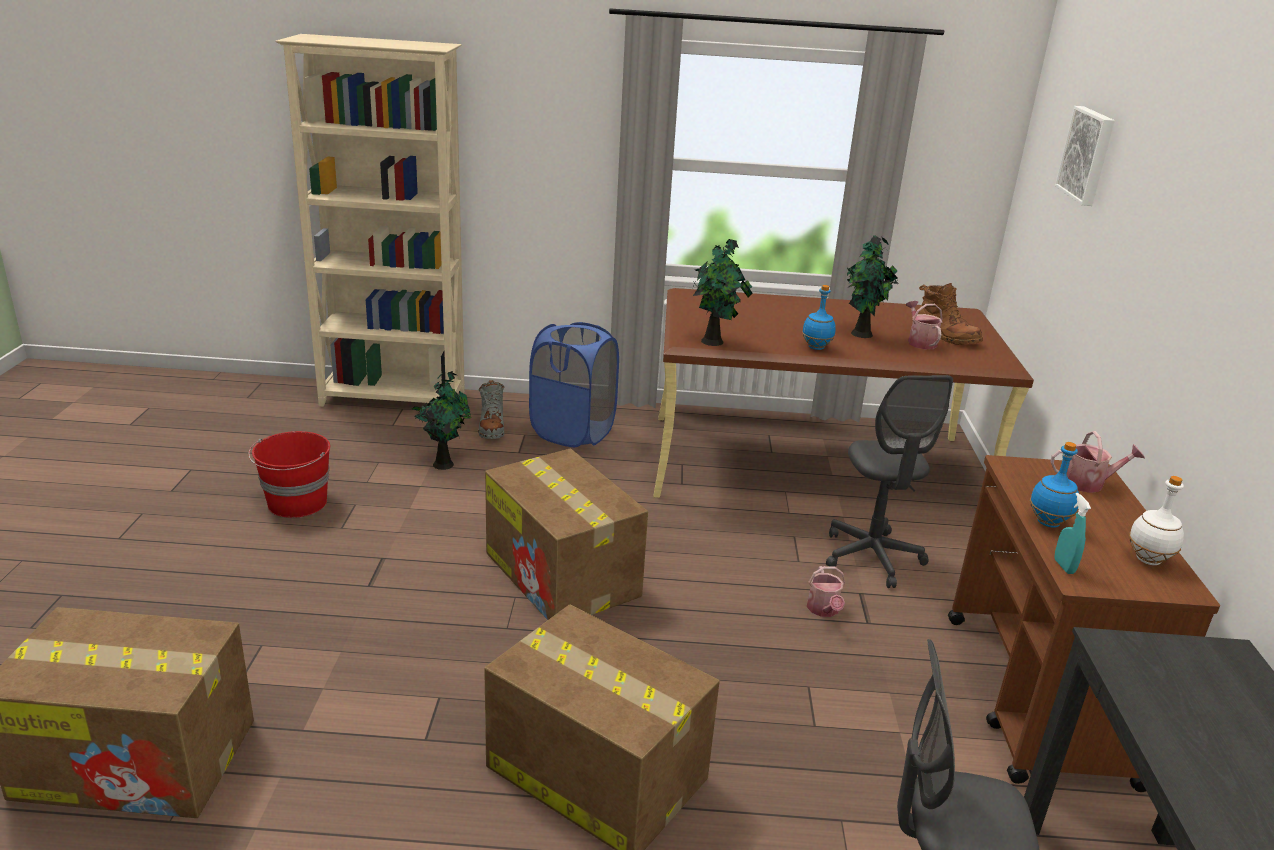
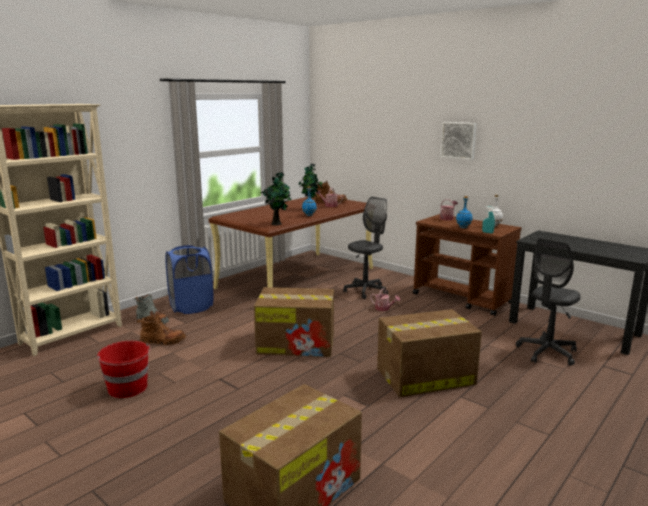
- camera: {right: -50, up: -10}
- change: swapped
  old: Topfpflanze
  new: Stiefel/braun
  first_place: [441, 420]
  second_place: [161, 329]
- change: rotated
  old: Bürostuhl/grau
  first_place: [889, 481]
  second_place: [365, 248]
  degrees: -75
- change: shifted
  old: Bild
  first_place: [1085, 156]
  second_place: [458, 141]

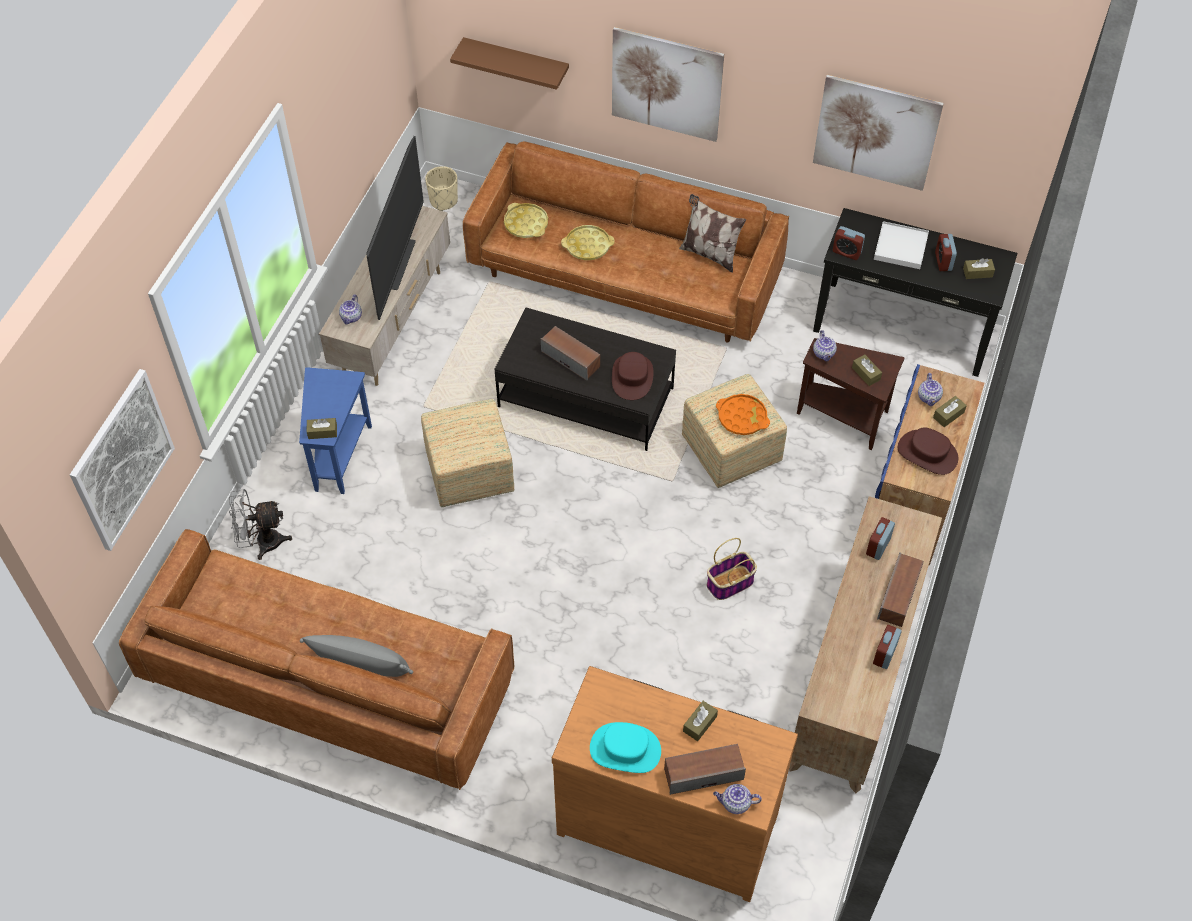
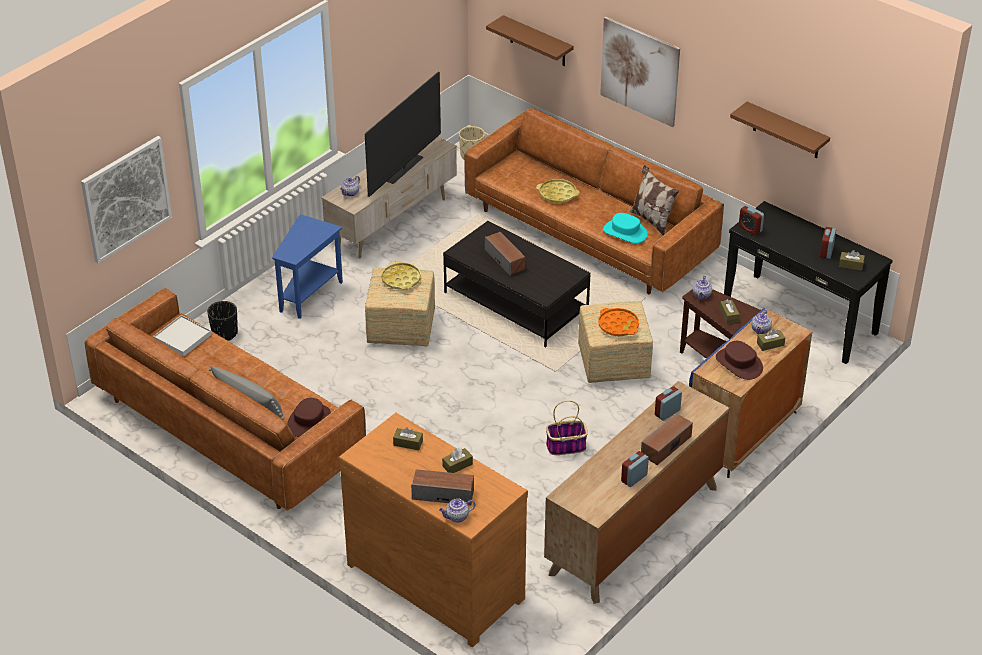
- camera: {right: 20, up: -15}
- change: swapped
  old: Ventilator/grau
  new: Pflanzkübel/schwarz
  first_place: [260, 524]
  second_place: [222, 321]
- change: shifted
  old: Taschentuchbox/braun
  first_place: [322, 428]
  second_place: [408, 439]
- change: shifted
  old: Tablett/gelb
  first_place: [526, 220]
  second_place: [401, 275]
- change: shifted
  old: Hut/türkis
  first_place: [625, 747]
  second_place: [625, 228]
- change: shifted
  old: Hut/braun
  first_place: [633, 376]
  second_place: [309, 417]
- change: rotated
  old: Teekanne
  first_place: [737, 799]
  second_place: [457, 510]
  degrees: -45
- change: swapped
  old: Bild
  new: Wandregal/braun
  first_place: [878, 133]
  second_place: [780, 130]
- change: shifted
  old: Tablett/weiß
  first_place: [901, 245]
  second_place: [182, 336]

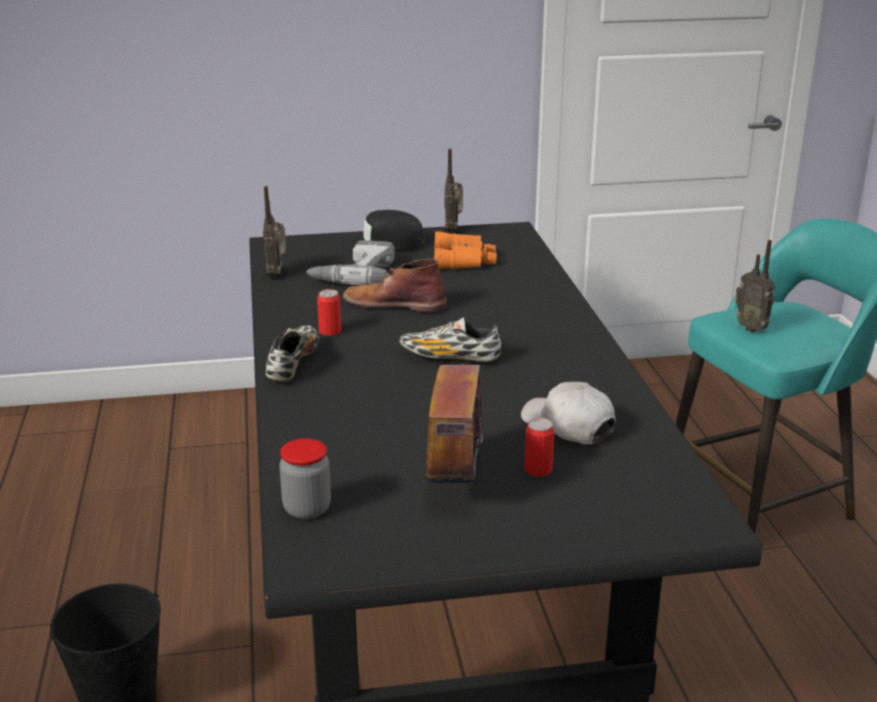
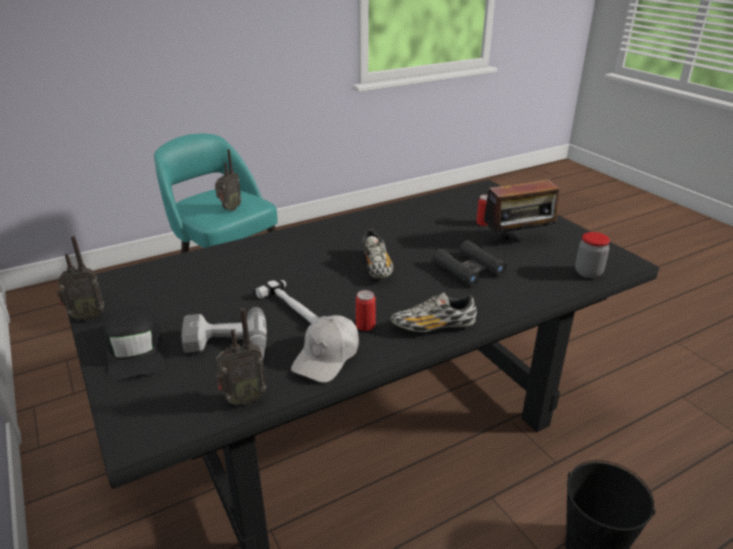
- camera: {right: -110, up: 5}
- change: swapped
  old: Stiefel/braun
  new: Hammer
  first_place: [395, 286]
  second_place: [287, 302]
- change: gone
  old: Fernglas/orange
  first_place: [465, 250]
- change: shifted
  old: Kappe/weiß
  first_place: [568, 413]
  second_place: [325, 349]
- change: new
  new: Fernglas/schwarz
  second_place: [470, 263]

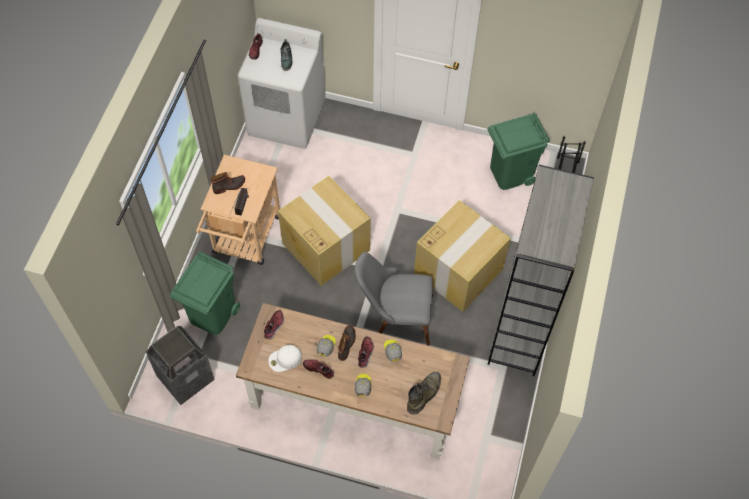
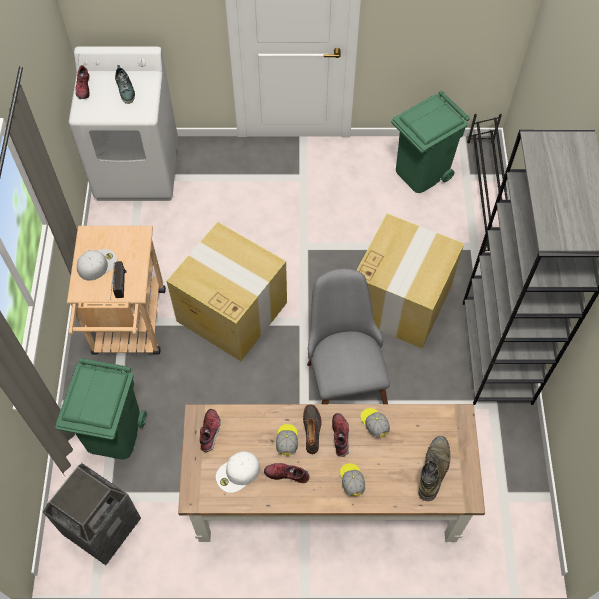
- camera: {right: -15, up: 0}
- change: swapped
  old: Stiefel
  new: Kappe/weiß
  first_place: [227, 183]
  second_place: [97, 265]
- change: rotated
  old: Stuhl/grau
  first_place: [394, 298]
  second_place: [348, 336]
  degrees: 90

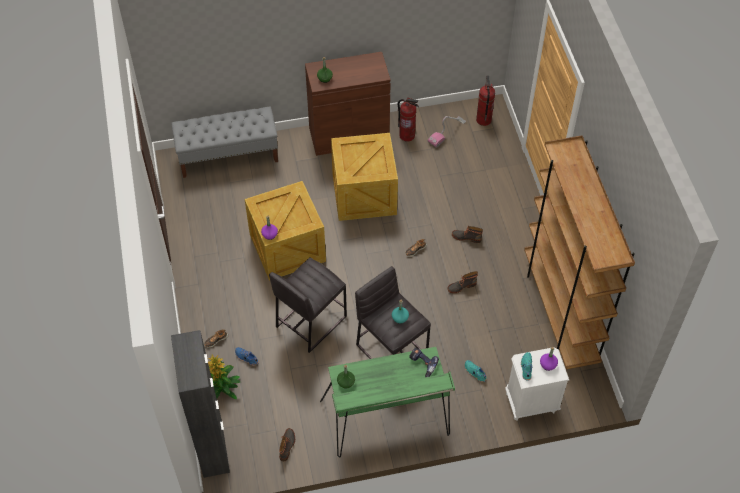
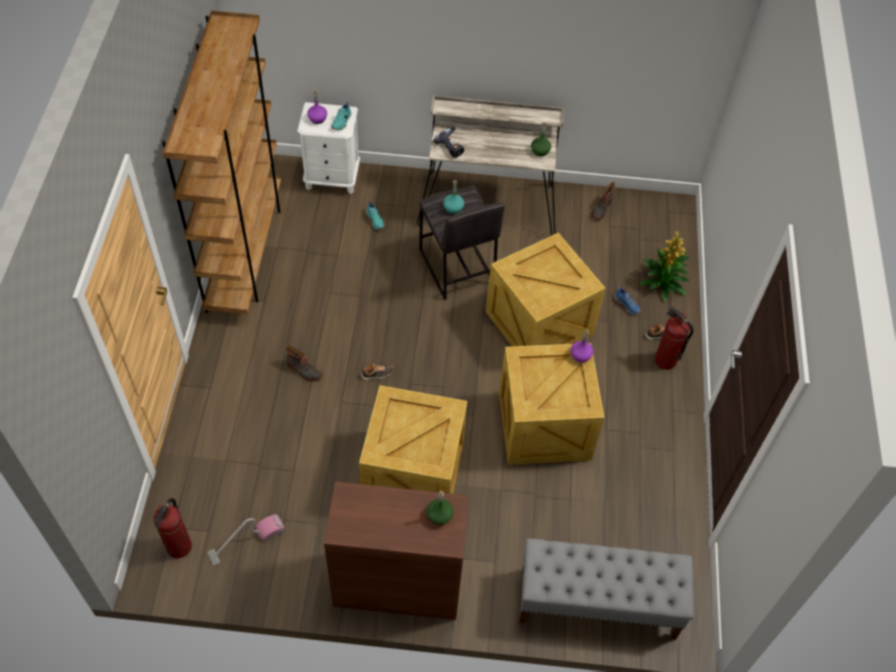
- camera: {right: -165, up: 0}
- change: gone
  old: Schrank/schwarz
  first_place: [200, 404]
- change: swapped
  old: Hocker/grau
  new: Kiste
  first_place: [308, 305]
  second_place: [546, 289]
- change: repainted
  old: Schreibtisch/grün
  new: Schreibtisch/beige
  first_place: [387, 402]
  second_place: [490, 166]
- change: shifted
  old: Feuerlöscher
  first_place: [408, 119]
  second_place: [674, 338]
- change: gone
  old: Stiefel
  first_place: [462, 282]

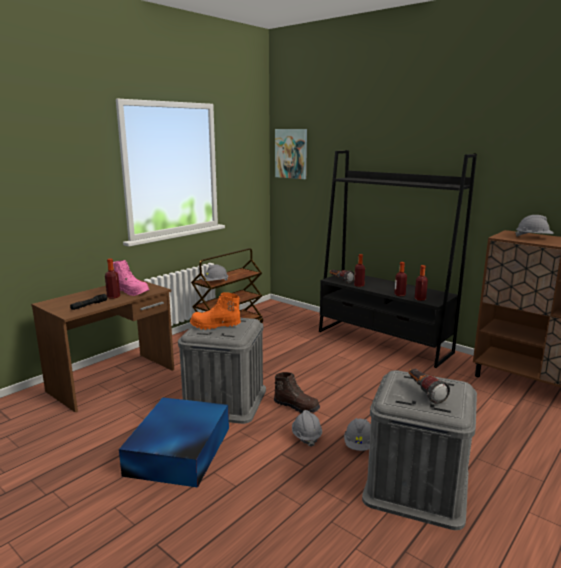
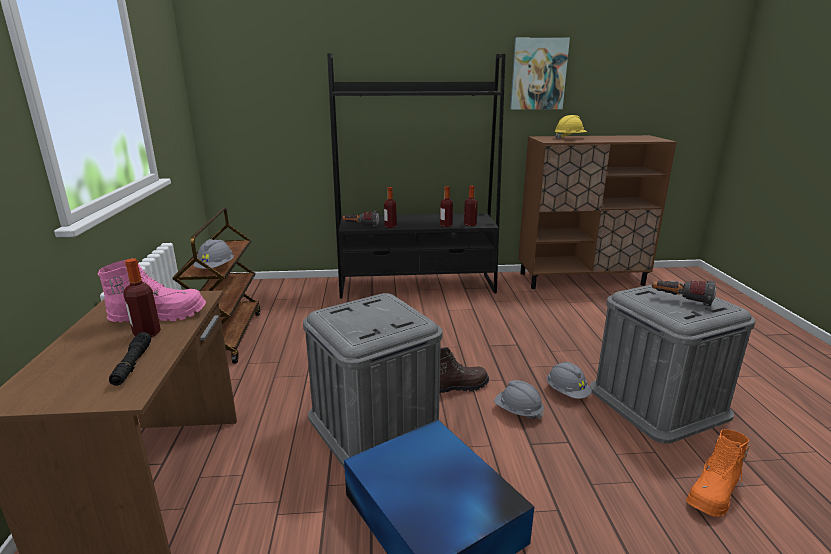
- camera: {right: -45, up: 5}
- change: shifted
  old: Stiefel/orange
  first_place: [215, 311]
  second_place: [718, 473]
- change: shifted
  old: Bild
  first_place: [291, 154]
  second_place: [540, 74]
- change: repainted
  old: Schutzhelm/grau
  new: Schutzhelm/gelb
  first_place: [534, 226]
  second_place: [571, 127]

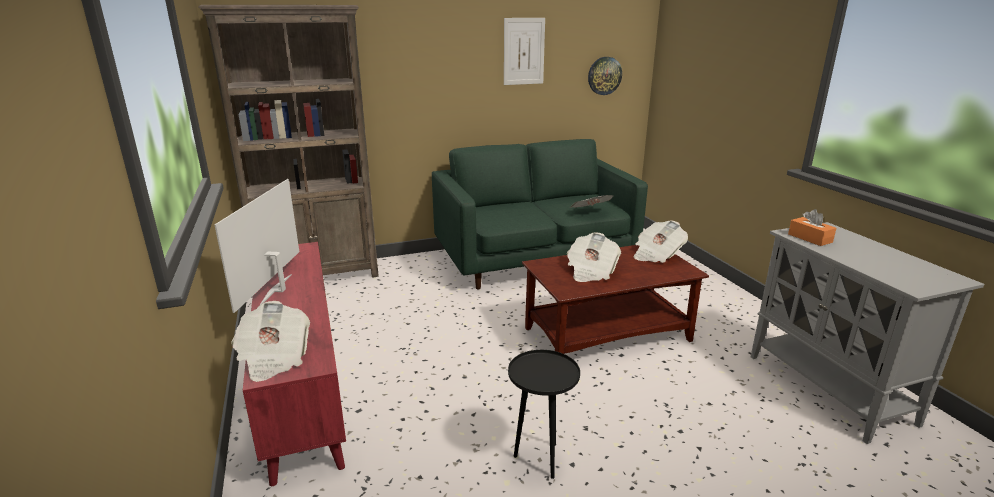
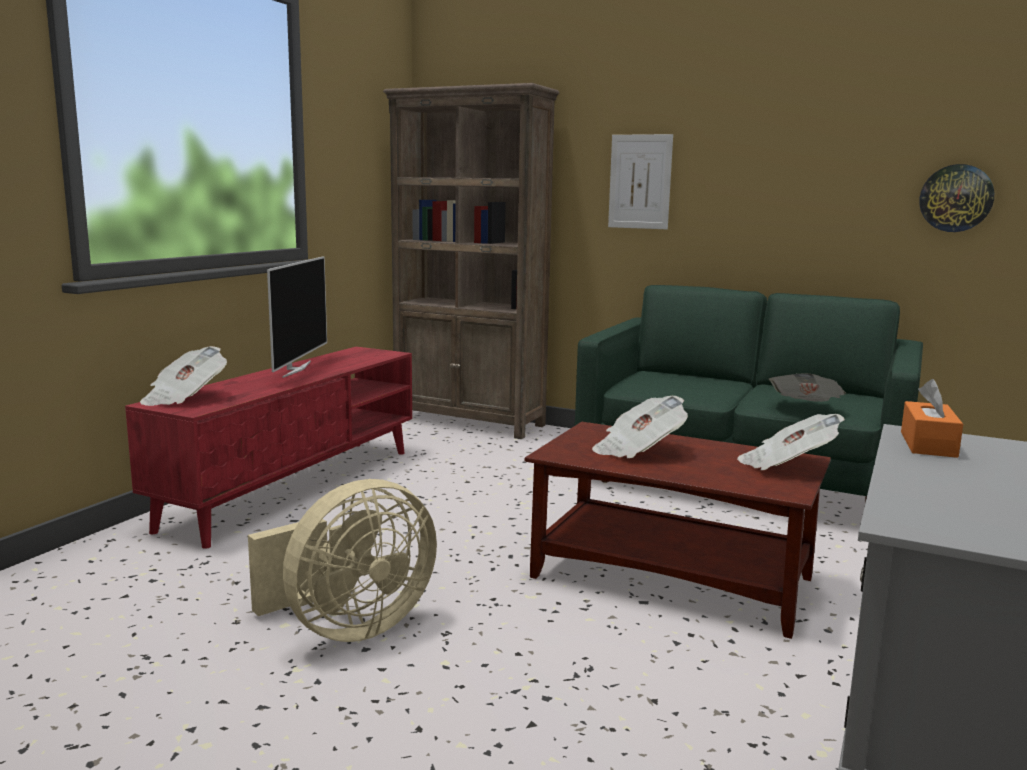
- camera: {right: 45, up: -10}
- change: rotated
  old: Fernseher
  first_place: [257, 246]
  second_place: [297, 317]
  degrees: 135
- change: shifted
  old: Bild
  first_place: [524, 51]
  second_place: [640, 181]
- change: swapped
  old: Beistelltisch/schwarz
  new: Ventilator/beige
  first_place: [544, 414]
  second_place: [342, 560]

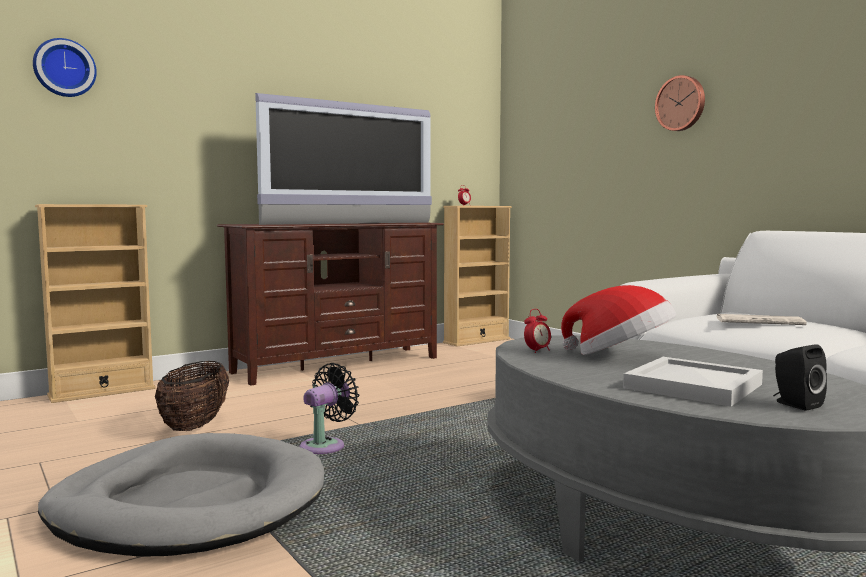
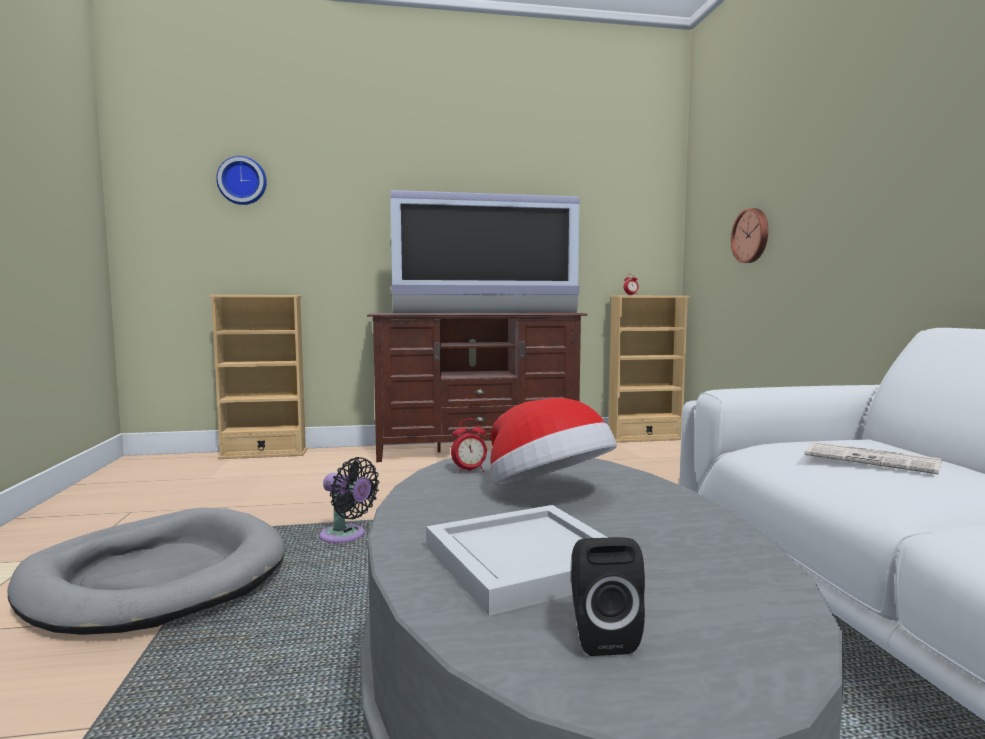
- camera: {right: 25, up: 0}
- change: gone
  old: Korb
  first_place: [192, 396]
- change: rotated
  old: Ventilator/schwarz
  first_place: [329, 408]
  second_place: [349, 500]
  degrees: 60
- change: shifted
  old: Wanduhr
  first_place: [680, 103]
  second_place: [749, 235]

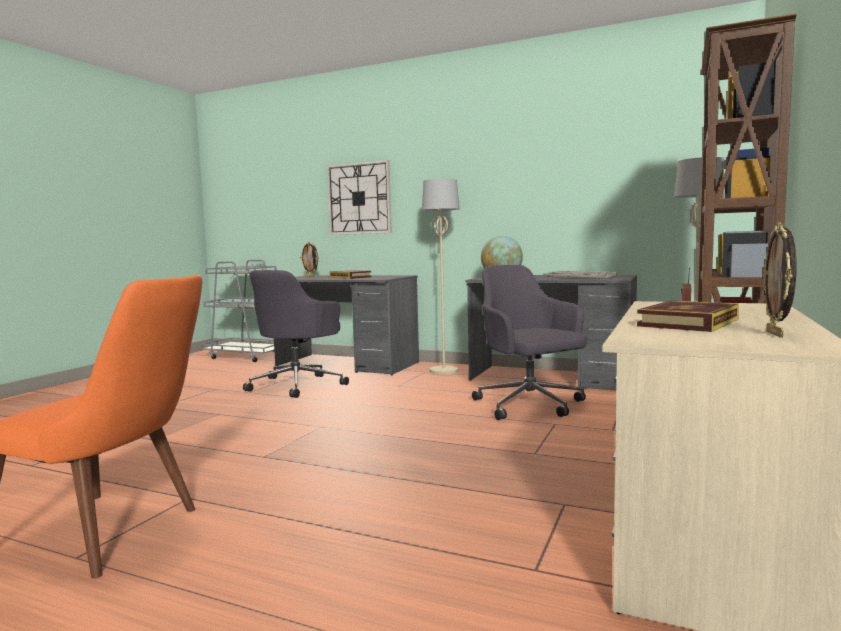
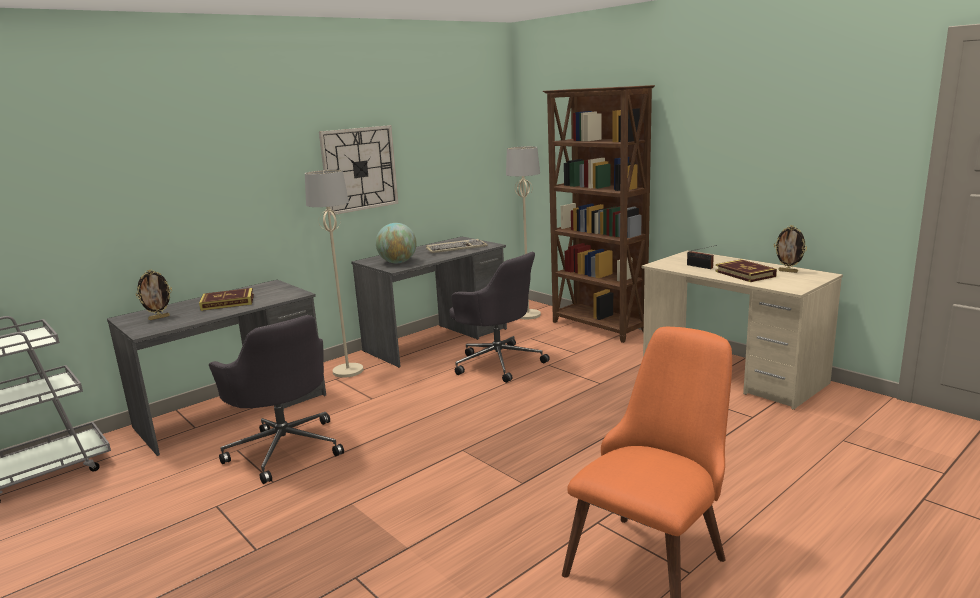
- camera: {right: -65, up: 10}
- change: shifted
  old: Wanduhr
  first_place: [359, 197]
  second_place: [358, 170]
- change: rotated
  old: Bürostuhl/grau
  first_place: [529, 342]
  second_place: [499, 317]
  degrees: -135

